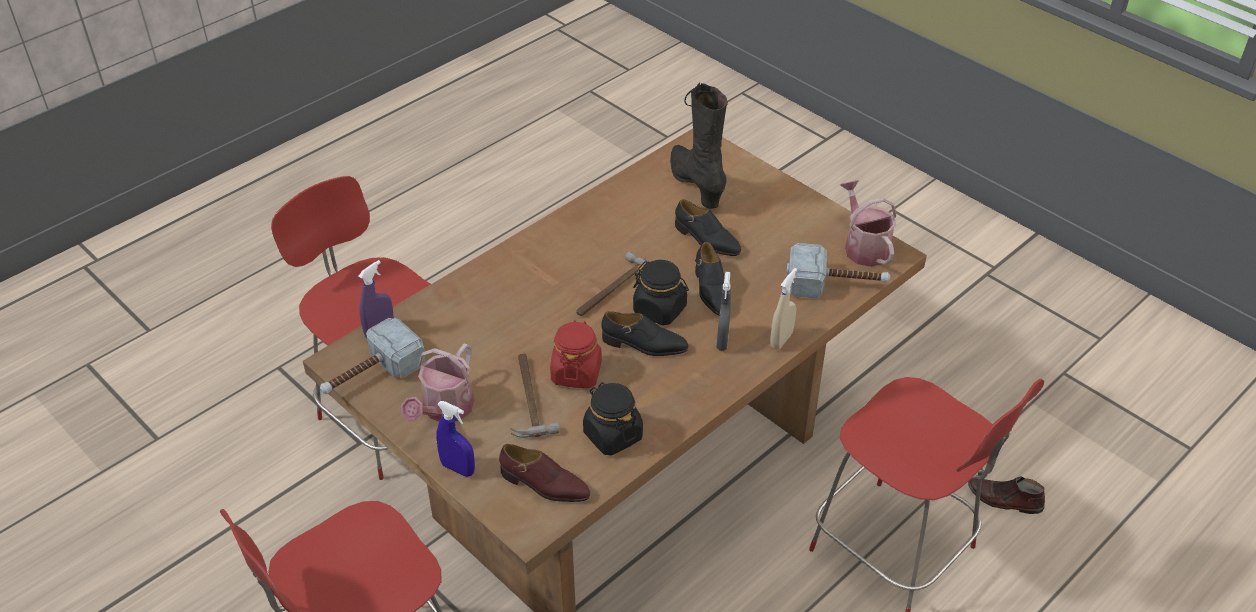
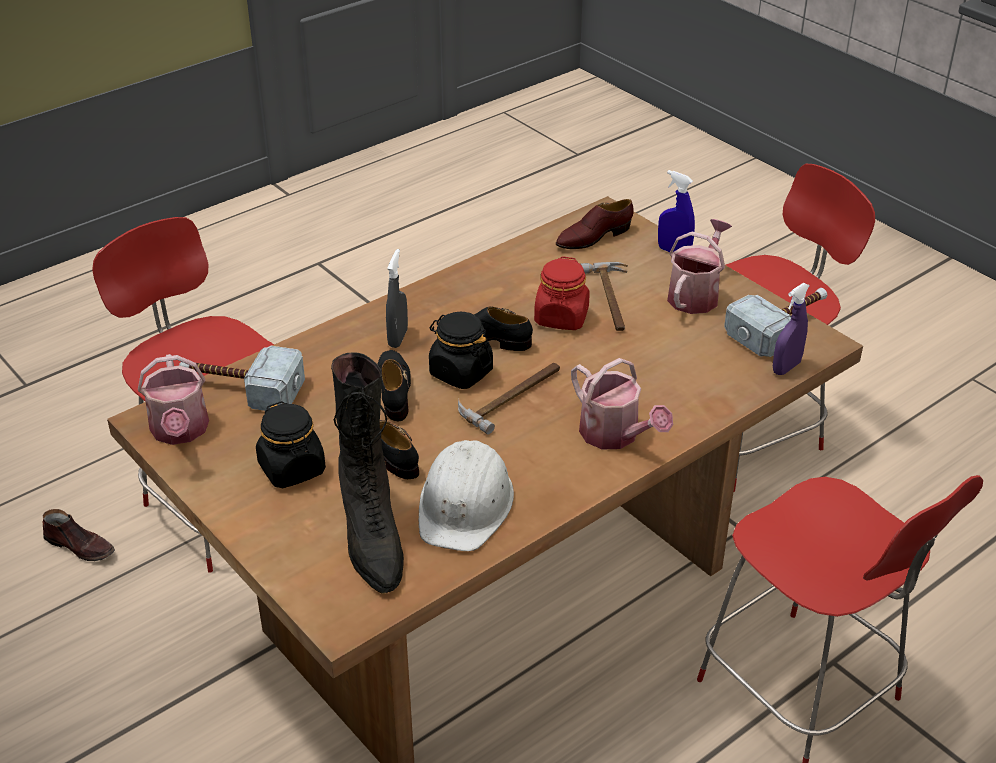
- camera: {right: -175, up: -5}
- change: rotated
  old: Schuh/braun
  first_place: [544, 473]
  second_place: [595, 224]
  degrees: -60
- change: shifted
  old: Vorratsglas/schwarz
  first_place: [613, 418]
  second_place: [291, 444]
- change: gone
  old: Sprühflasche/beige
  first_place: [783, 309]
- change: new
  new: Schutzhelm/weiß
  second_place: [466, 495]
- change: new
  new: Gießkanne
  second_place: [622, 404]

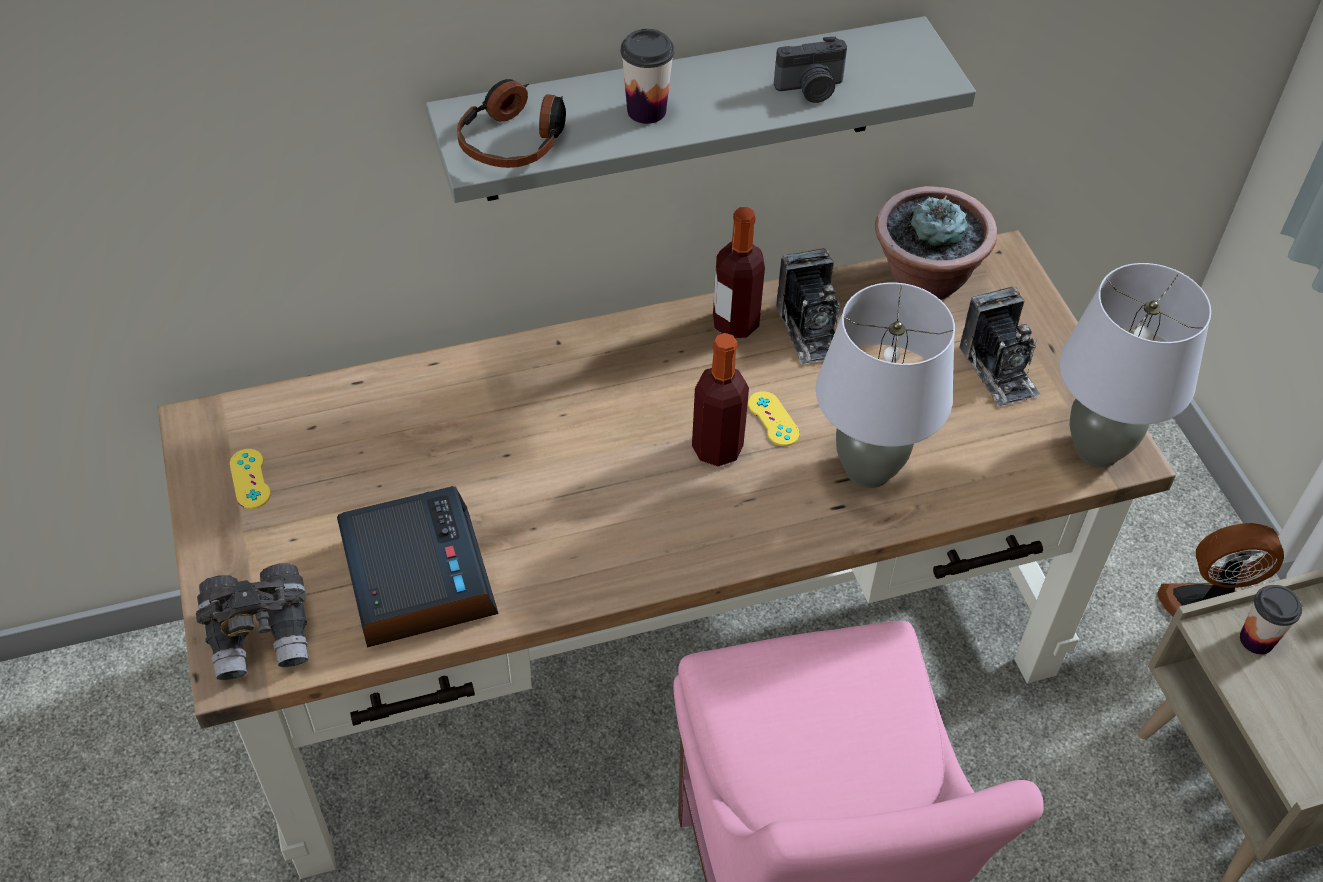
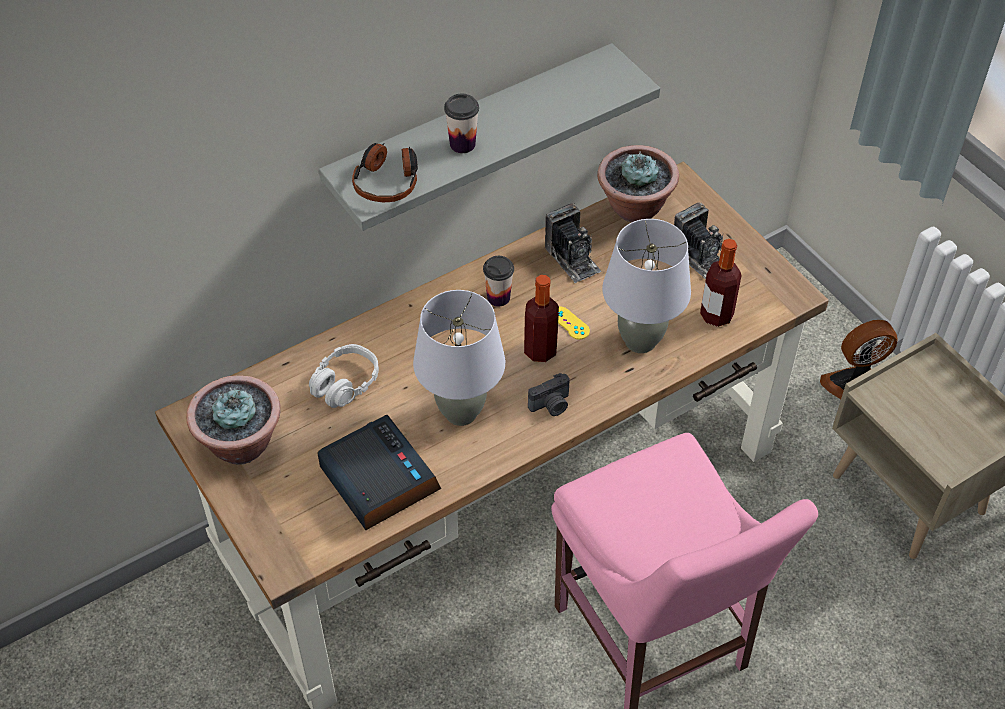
- camera: {right: -15, up: 0}
- change: gone
  old: Fernglas/grau
  first_place: [252, 621]
- change: swapped
  old: Gamepad/gelb
  new: Topfpflanze
  first_place: [250, 479]
  second_place: [234, 420]
- change: shifted
  old: Flasche
  first_place: [739, 272]
  second_place: [721, 283]
- change: shifted
  old: Kamera
  first_place: [810, 70]
  second_place: [549, 394]
- change: shifted
  old: Tischlampe/grau
  first_place: [1135, 365]
  second_place: [459, 358]
- change: shifted
  old: Tasse
  first_place: [1271, 619]
  second_place: [498, 281]
- change: new
  new: Kopfhörer/grau
  second_place: [344, 376]

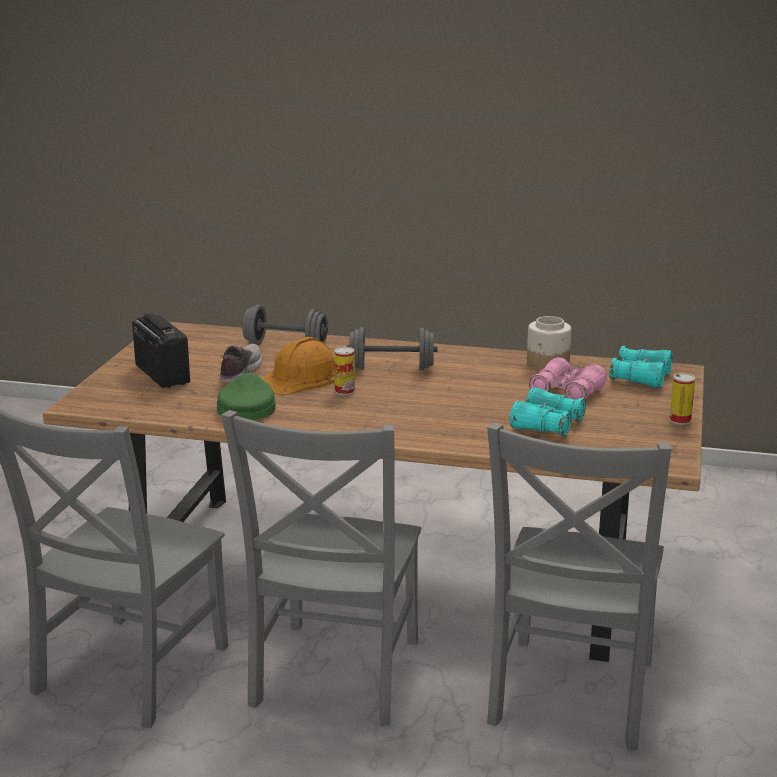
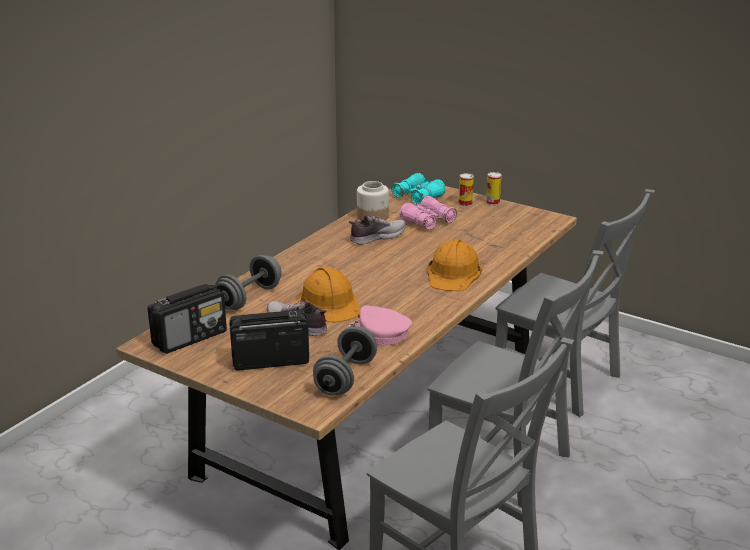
- camera: {right: -70, up: 5}
- change: repainted
  old: Kappe/grün
  new: Kappe/rosa
  first_place: [246, 396]
  second_place: [379, 325]
- change: shifted
  old: Dose
  first_place: [344, 371]
  second_place: [466, 190]
- change: shifted
  old: Hantel/grau
  first_place: [391, 348]
  second_place: [345, 361]
- change: gone
  old: Fernglas/türkis
  first_place: [548, 411]
- change: new
  new: Radio
  second_place: [187, 319]
- change: new
  new: Schuh
  second_place: [377, 230]
- change: new
  new: Schutzhelm/orange
  second_place: [454, 265]

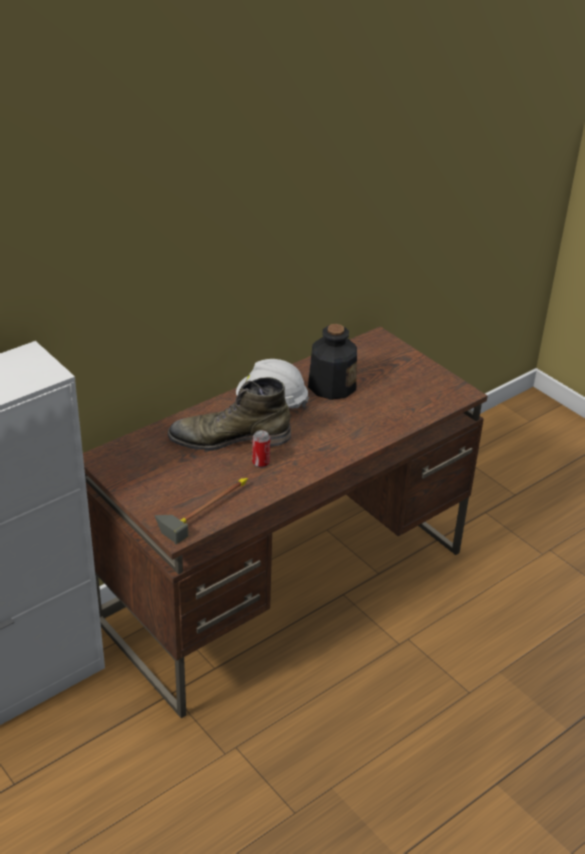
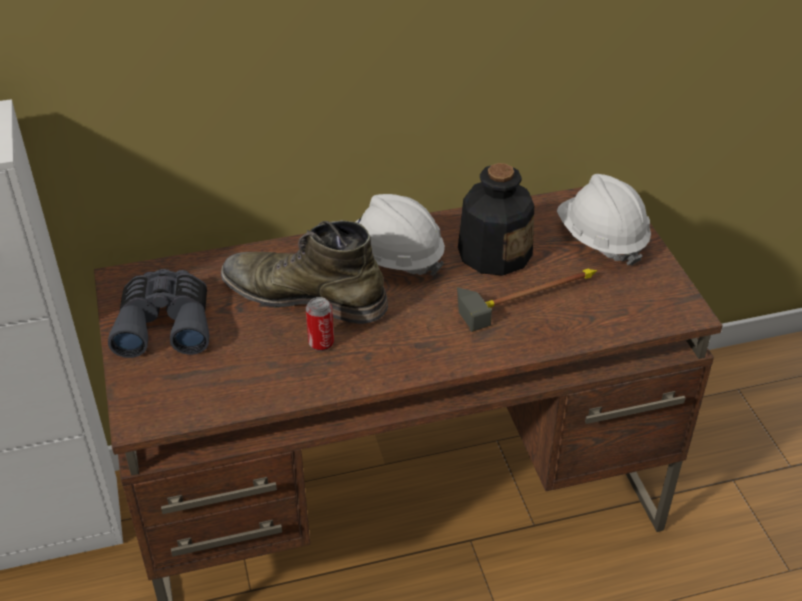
- camera: {right: 25, up: 5}
- change: shifted
  old: Hammer
  first_place: [201, 511]
  second_place: [527, 300]
- change: new
  new: Fernglas/grau
  second_place: [158, 313]
- change: new
  new: Schutzhelm/weiß
  second_place: [604, 219]

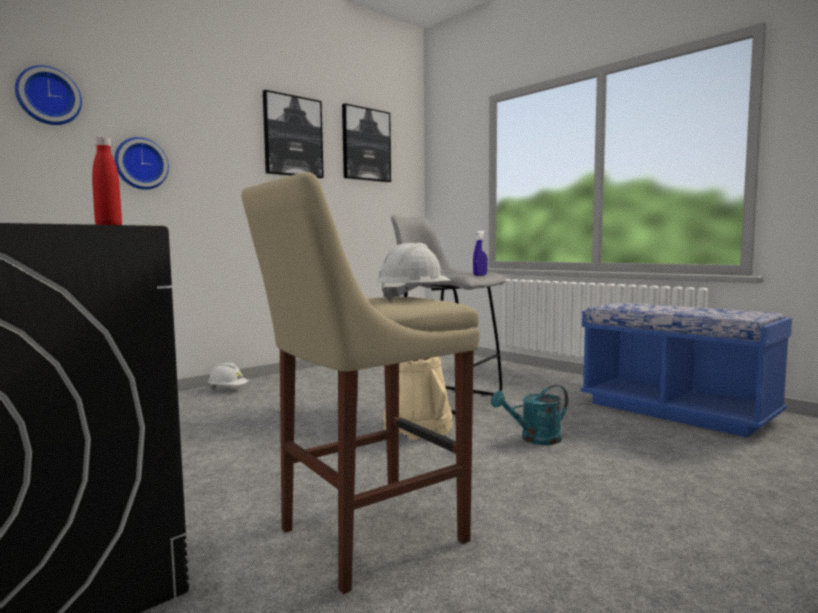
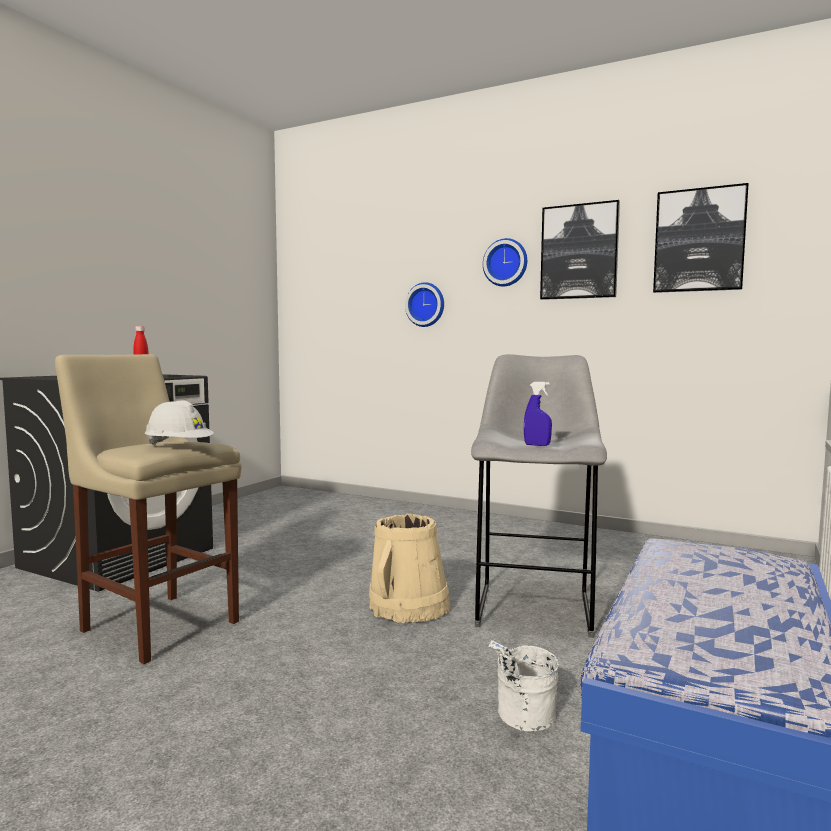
- camera: {right: 70, up: 0}
- change: shifted
  old: Wanduhr
  first_place: [48, 95]
  second_place: [505, 262]
- change: gone
  old: Schutzhelm/weiß
  first_place: [228, 375]
- change: gone
  old: Gießkanne/türkis
  first_place: [529, 415]
- change: new
  new: Eimer/weiß
  second_place: [524, 685]

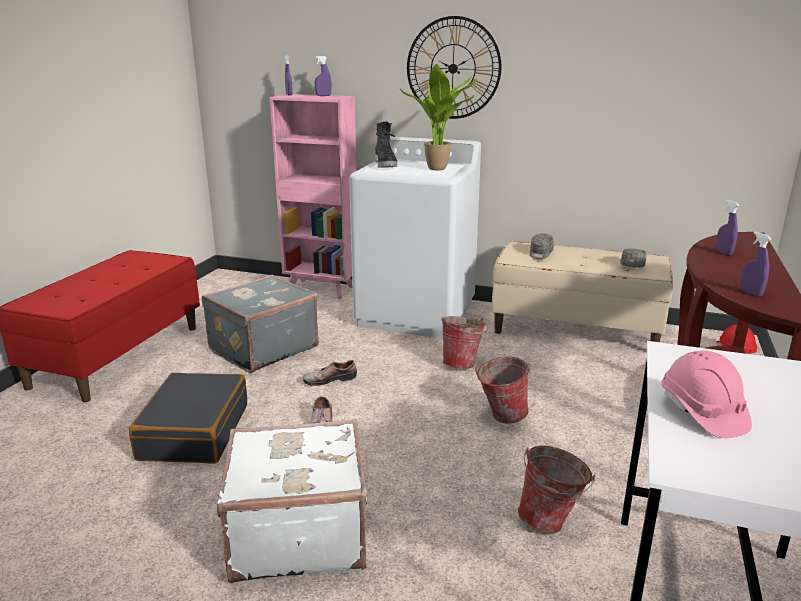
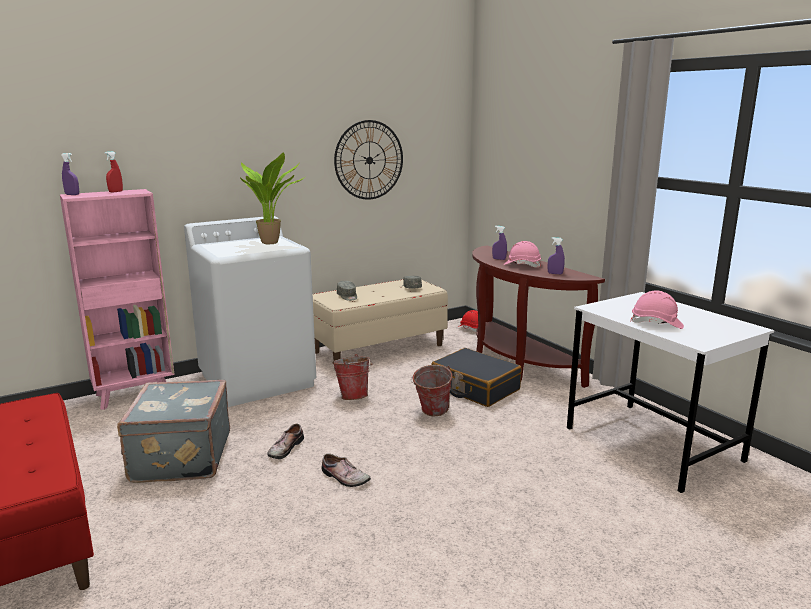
- camera: {right: -50, up: -5}
- change: shifted
  old: Koffer/schwarz
  first_place: [188, 418]
  second_place: [476, 377]
- change: gone
  old: Koffer/weiß
  first_place: [292, 501]
- change: repainted
  old: Sprühflasche/lila
  new: Sprühflasche/rot
  first_place: [323, 76]
  second_place: [113, 171]
- change: gone
  old: Stiefel/schwarz
  first_place: [386, 145]
- change: shifted
  old: Wanduhr
  first_place: [454, 67]
  second_place: [368, 160]
- change: gone
  old: Eimer
  first_place: [556, 490]
- change: new
  new: Schutzhelm/rosa
  second_place: [522, 254]

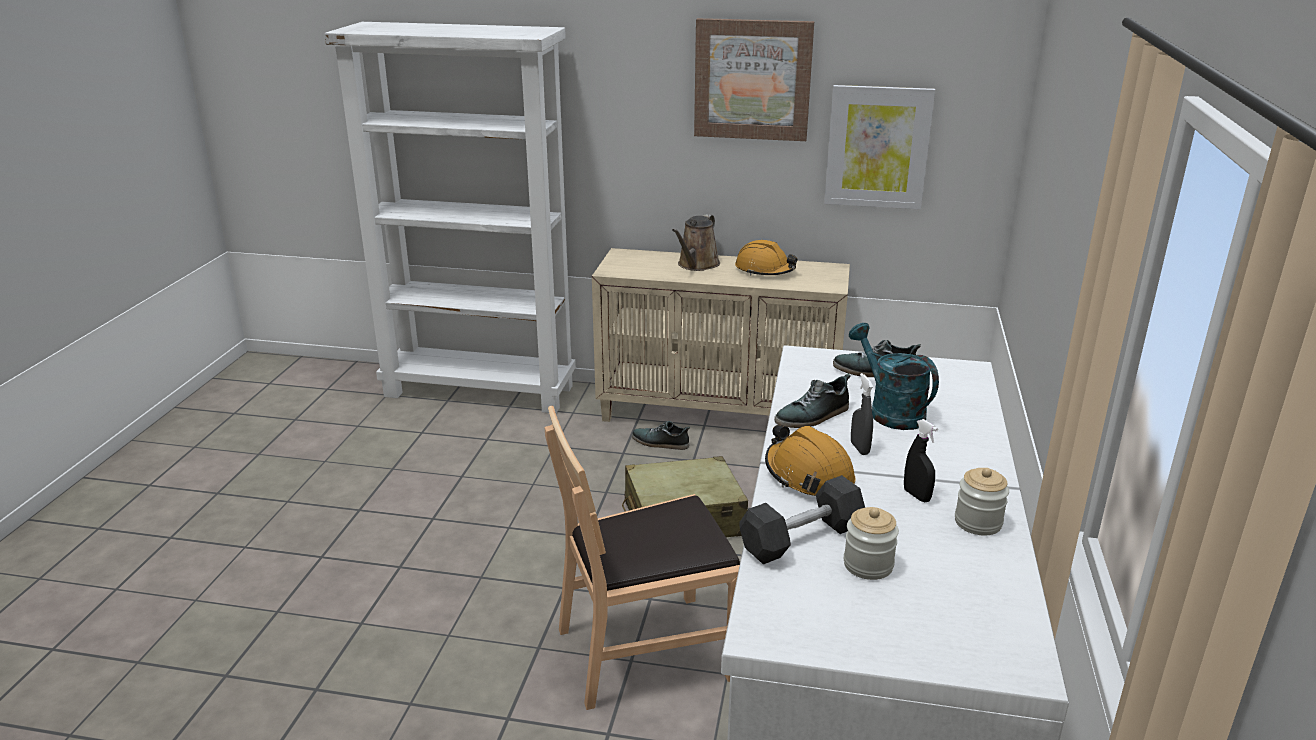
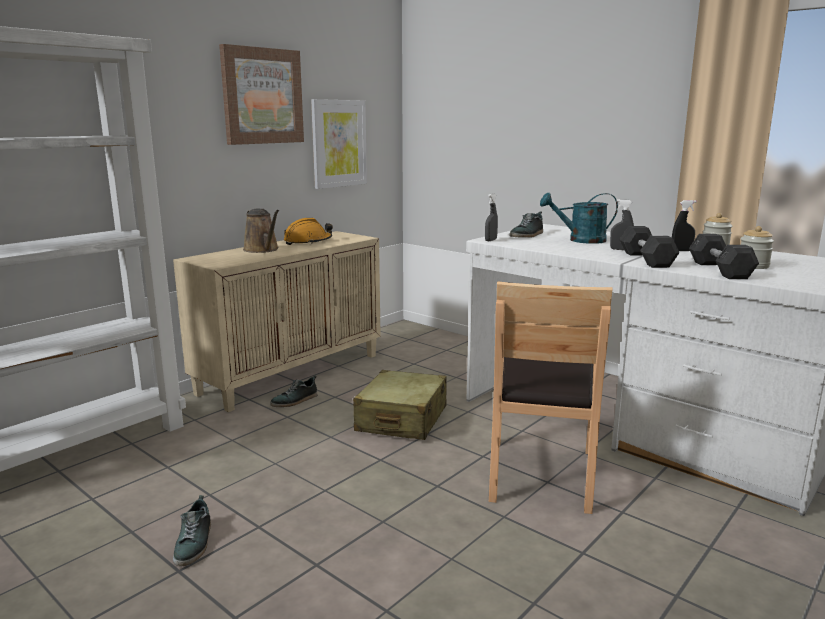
- camera: {right: -60, up: -10}
- change: swapped
  old: Schutzhelm/orange
  new: Hantel/grau
  first_place: [810, 460]
  second_place: [649, 247]
- change: shifted
  old: Schuh
  first_place: [812, 400]
  second_place: [192, 530]
- change: new
  new: Sprühflasche/grau
  second_place: [491, 217]

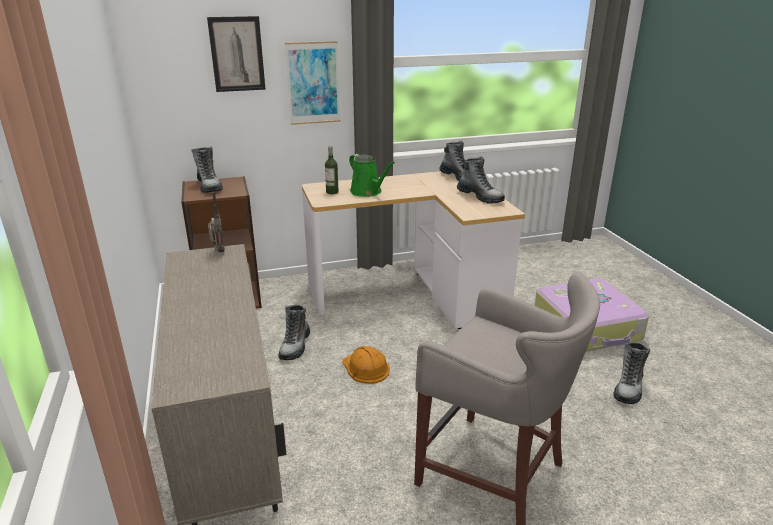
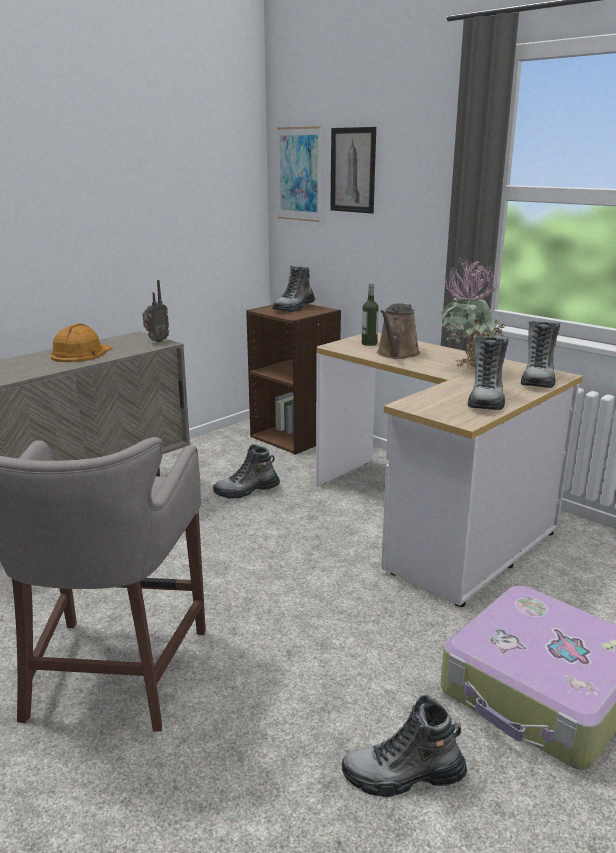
- camera: {right: 60, up: -5}
- change: shifted
  old: Bild
  first_place: [313, 83]
  second_place: [299, 174]
- change: shifted
  old: Schutzhelm/orange
  first_place: [366, 365]
  second_place: [81, 342]
- change: repainted
  old: Gießkanne/grün
  new: Gießkanne/braun
  first_place: [372, 175]
  second_place: [398, 331]
- change: new
  new: Topfpflanze
  second_place: [473, 312]

